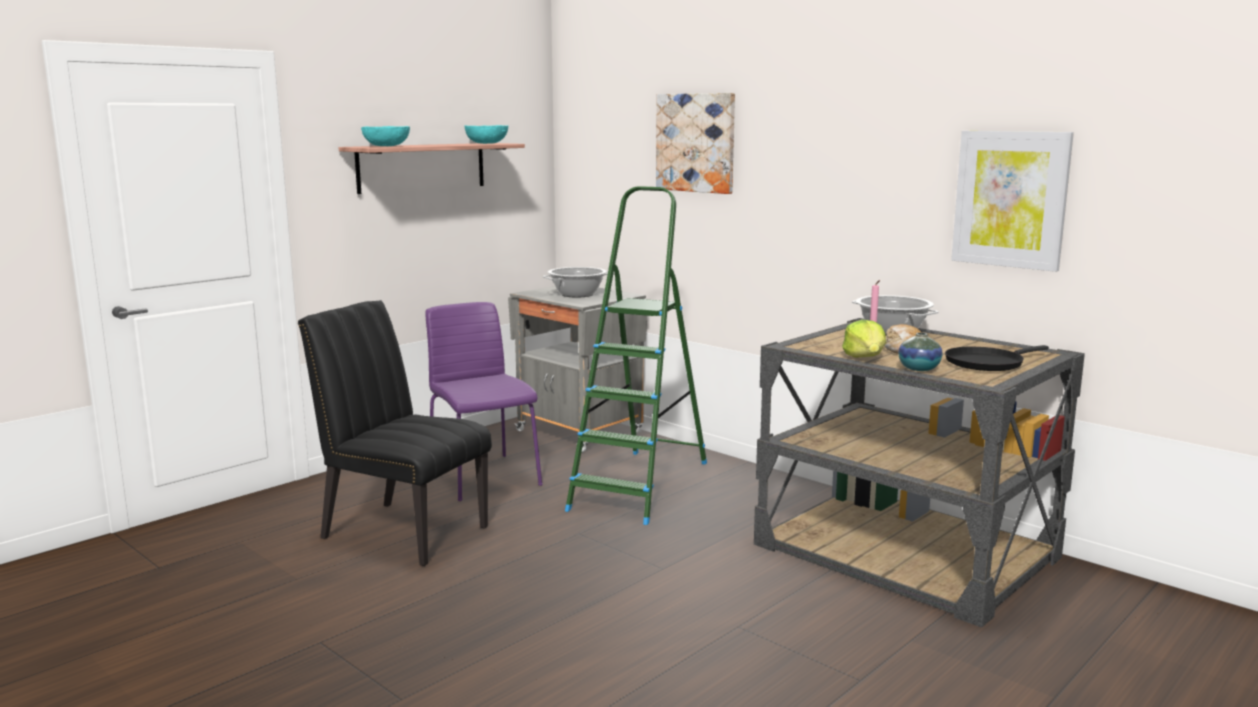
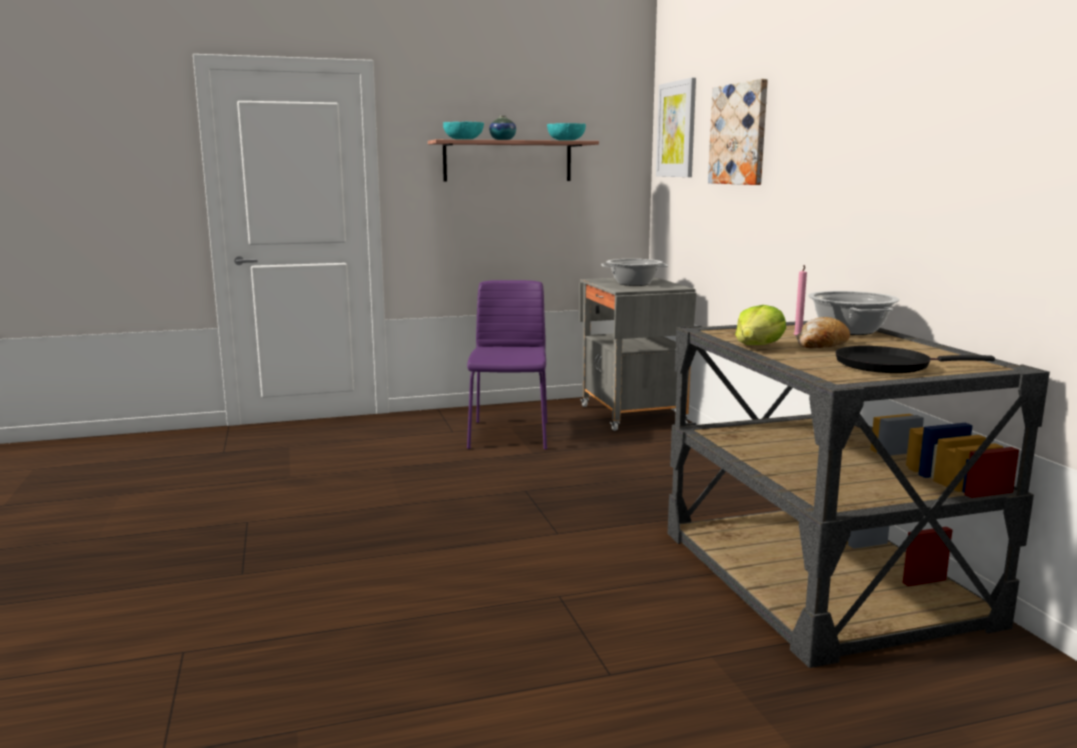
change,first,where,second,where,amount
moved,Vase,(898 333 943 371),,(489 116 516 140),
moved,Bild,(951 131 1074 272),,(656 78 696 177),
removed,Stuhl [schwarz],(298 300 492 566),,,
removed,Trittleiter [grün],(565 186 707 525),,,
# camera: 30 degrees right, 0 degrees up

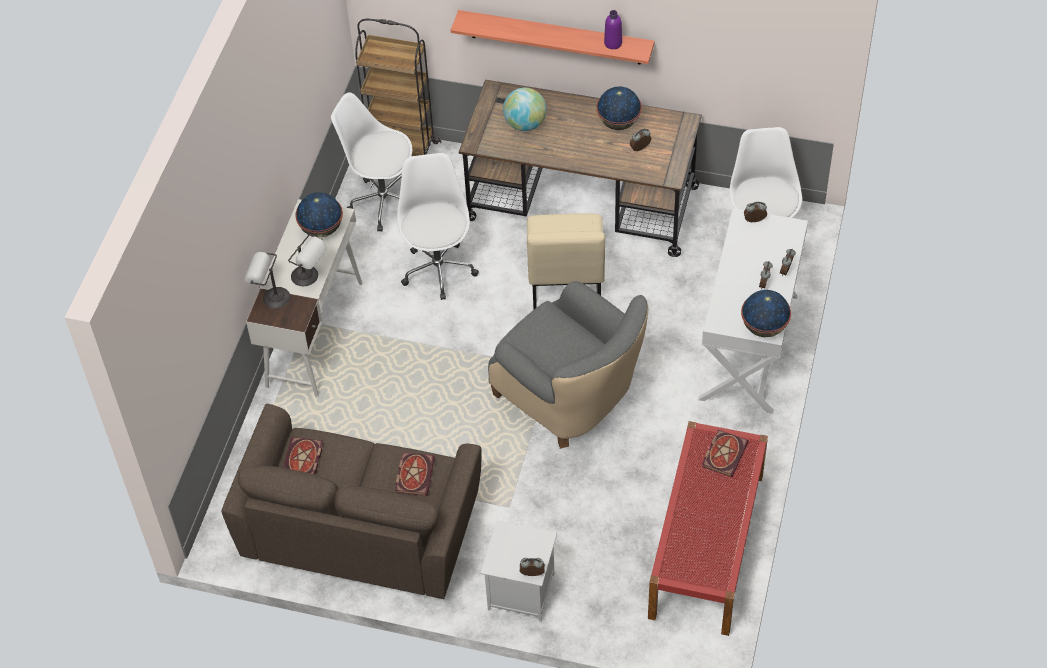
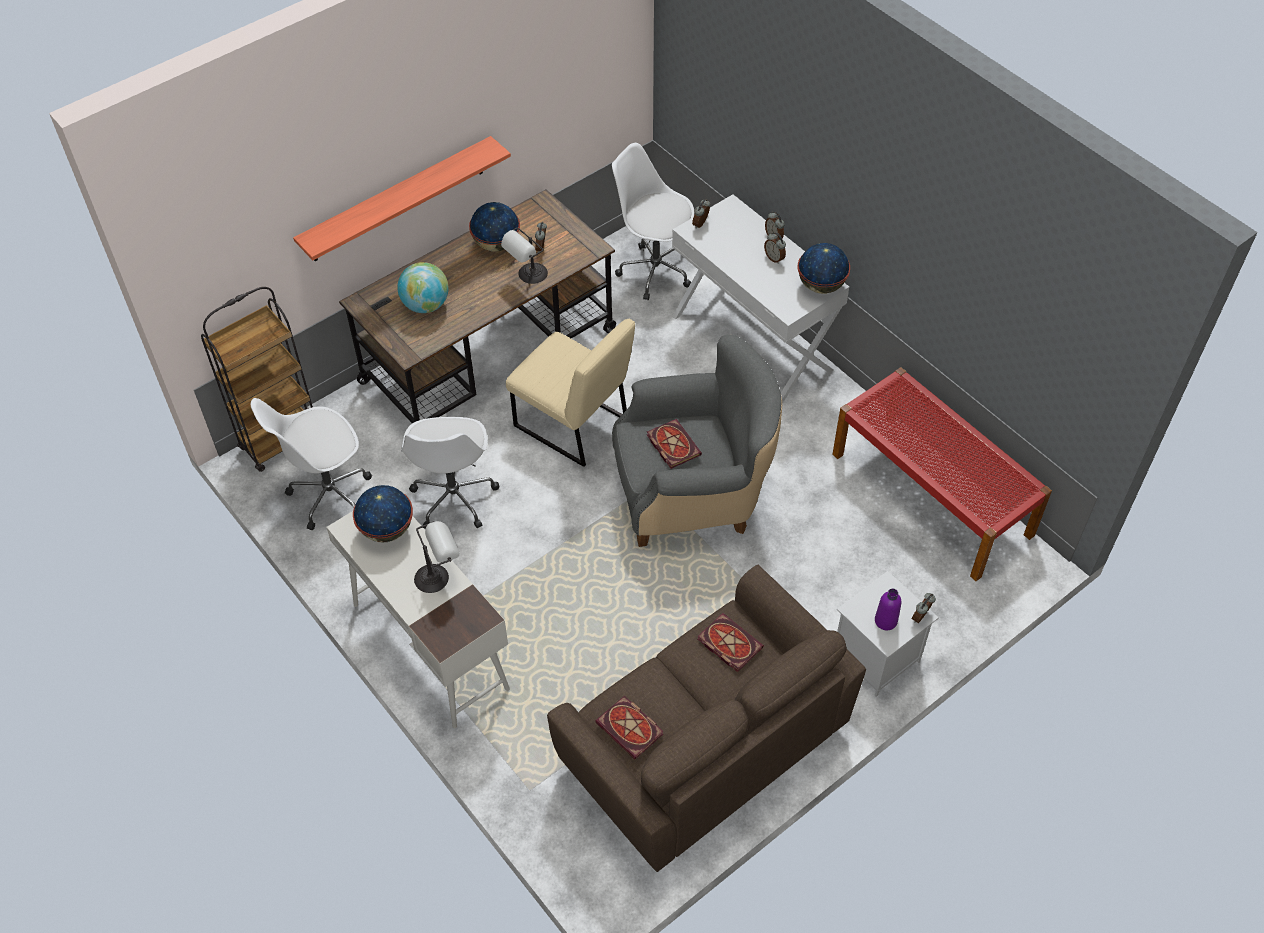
change,first,where,second,where,amount
turned,Bürostuhl [weiß],(397 153 479 300),,(401 417 500 529),120 degrees counterclockwise
moved,Tischlampe,(244 252 290 309),,(501 228 548 284),
moved,Buch,(702 430 749 477),,(647 419 702 469),
moved,Flasche [lila],(604 10 622 49),,(875 589 901 630),
# camera: 55 degrees left, 0 degrees up

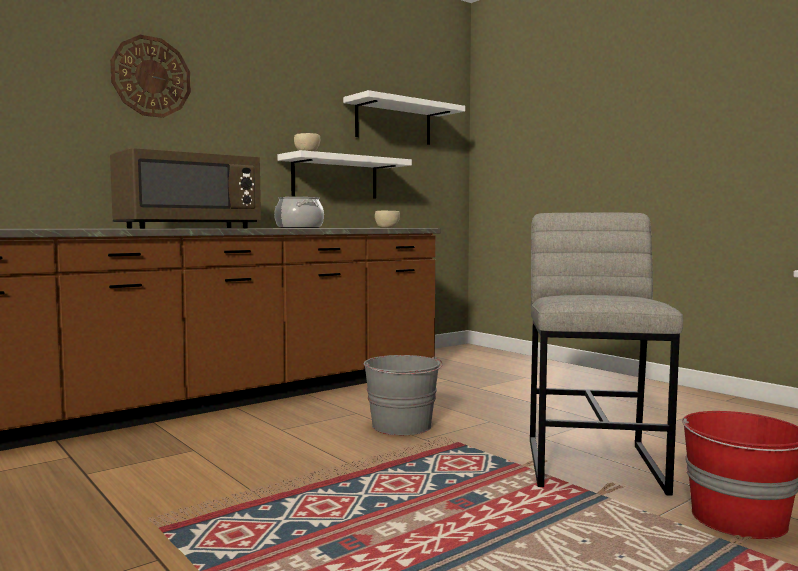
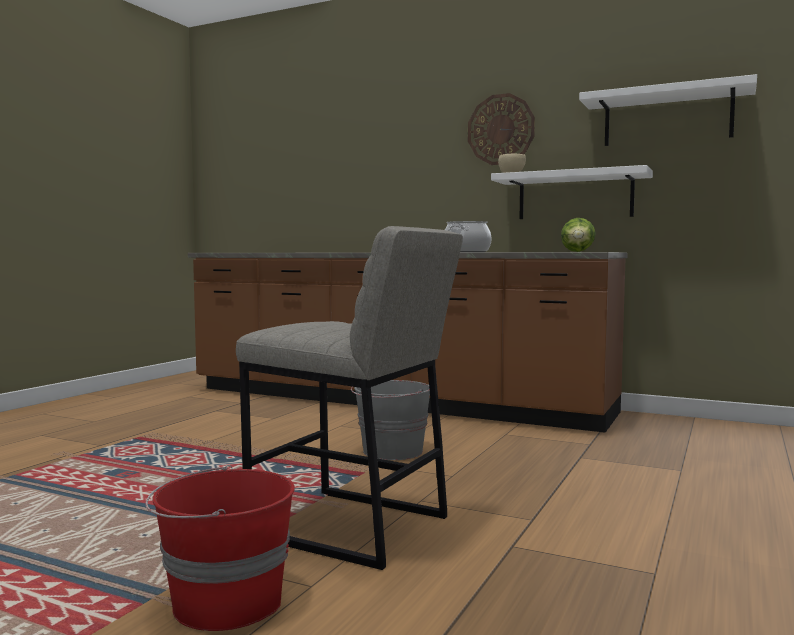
change,first,where,second,where,amount
turned,Stuhl [grau],(530 212 683 496),,(236 226 463 570),45 degrees clockwise
moved,Wanduhr,(110 35 191 118),,(468 93 535 165),
replaced,Schüssel [beige],(375 211 400 228),Salatkopf,(561 218 596 252),
removed,Mikrowelle [braun],(110 148 261 228),,,
# camera: 65 degrees right, 0 degrees up

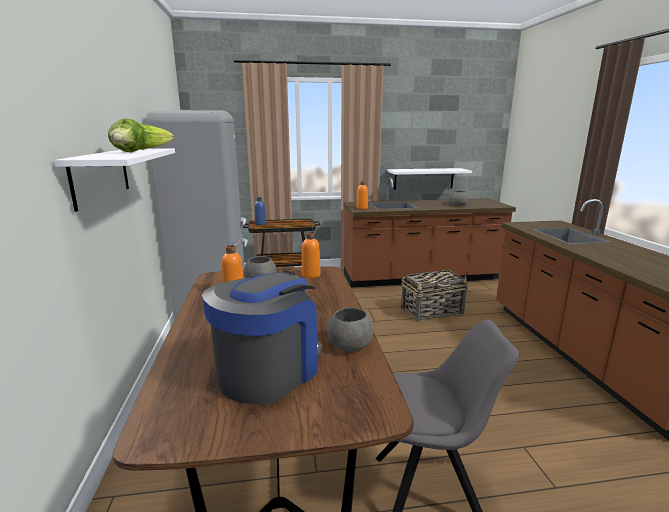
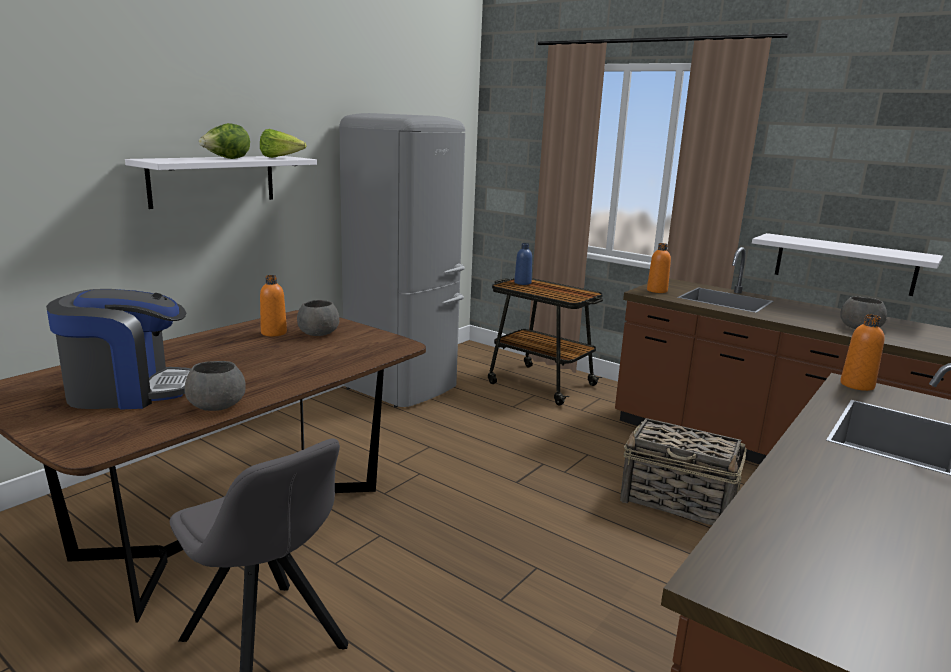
change,first,where,second,where,amount
moved,Flasche [orange],(302 232 321 278),,(840 314 884 391),
# camera: 45 degrees right, 0 degrees up

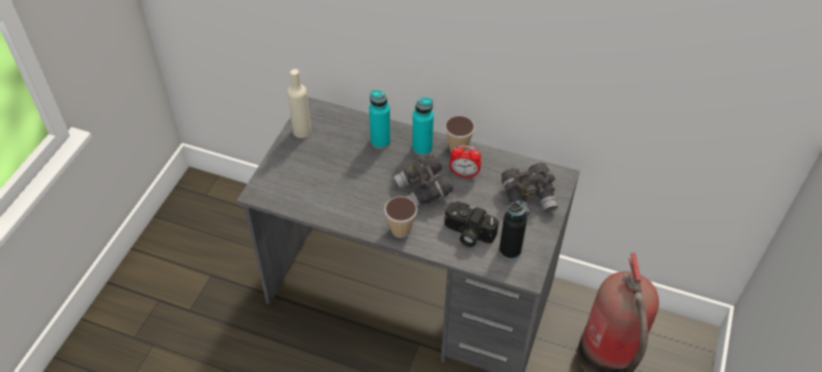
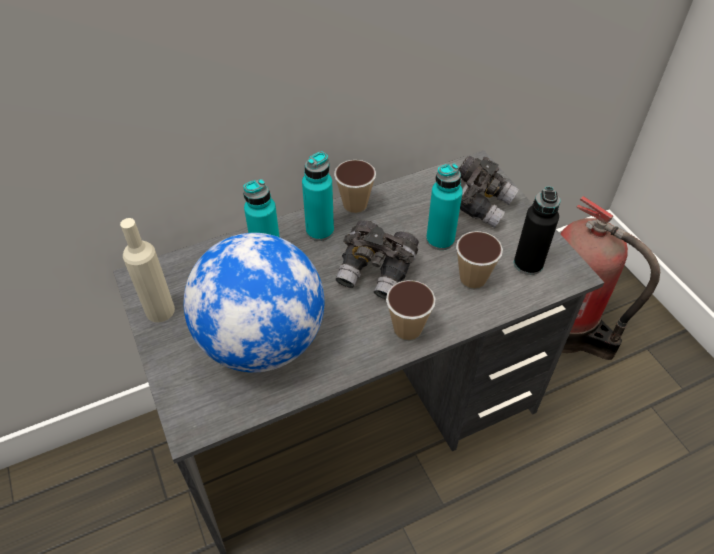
change,first,where,second,where,amount
added,,,Globus,(184 233 324 373),
added,,,Flasche [türkis],(426 163 463 250),
replaced,Kamera,(444 201 499 247),Tasse,(456 231 503 290),
removed,Wecker,(449 145 481 178),,,
# camera: 45 degrees left, 0 degrees up

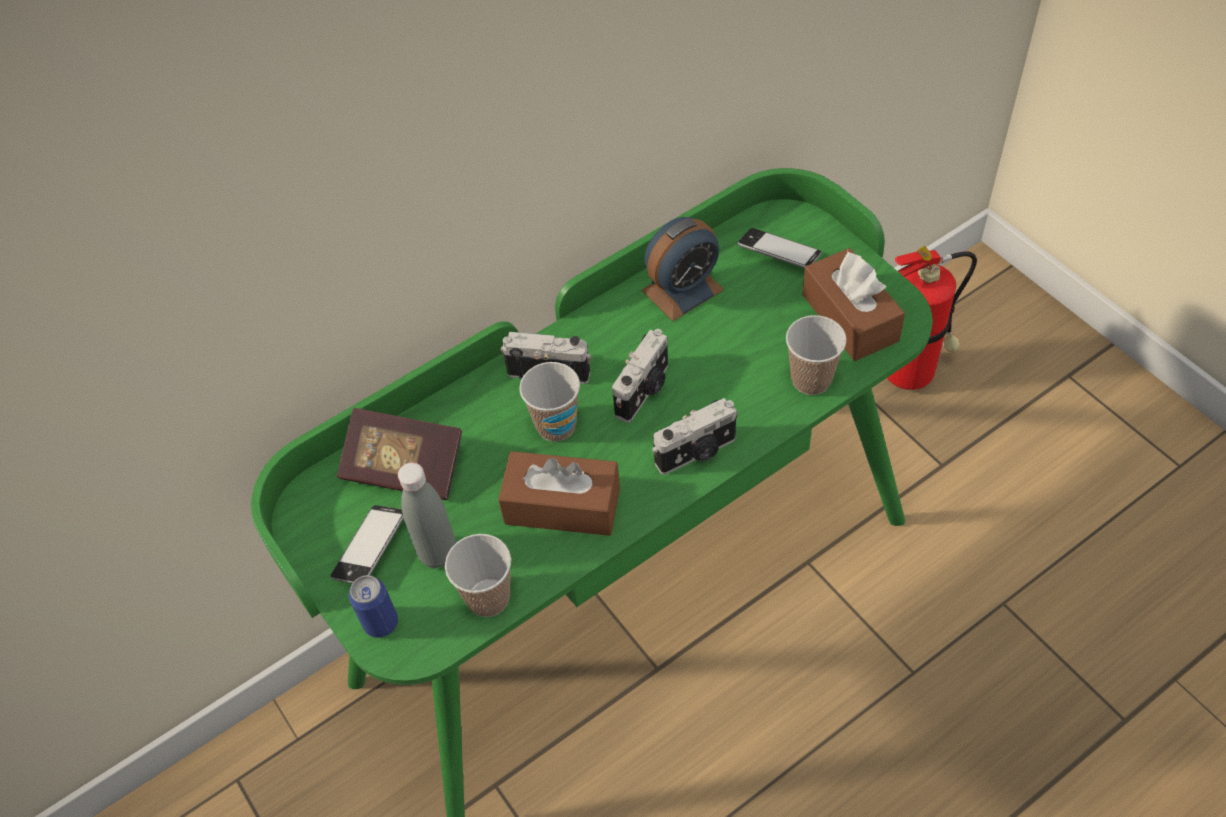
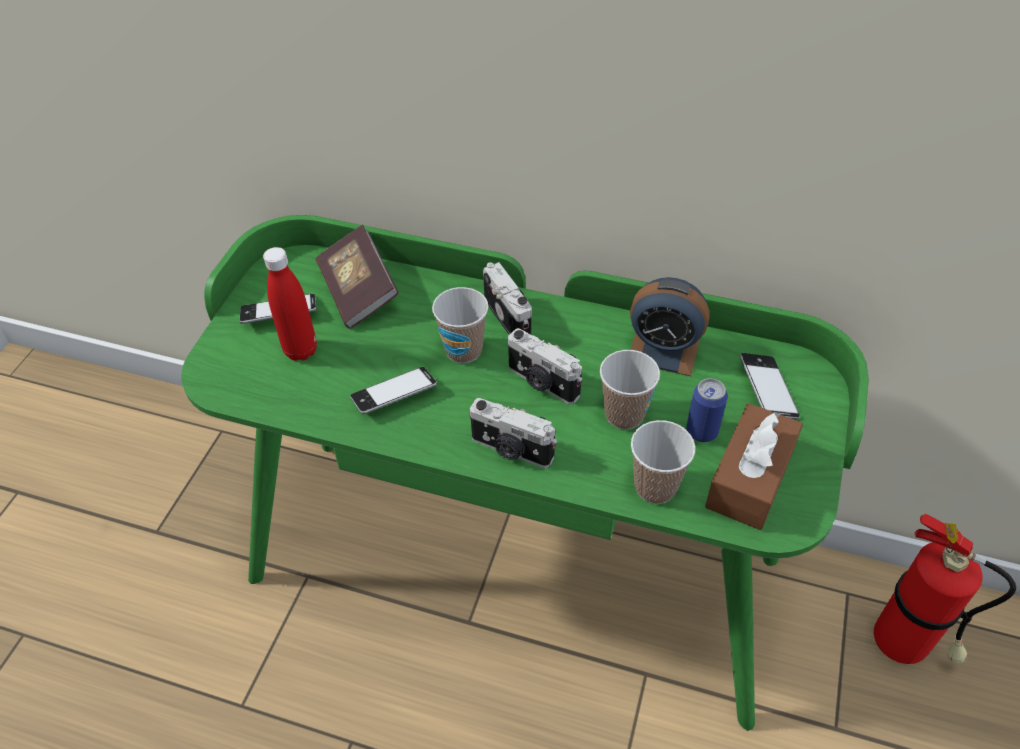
change,first,where,second,where,amount
recoloured,Flasche [grau],(398 462 456 569),Flasche [rot],(263 247 317 361),
replaced,Taschentuchbox [braun],(498 451 620 536),Handy,(350 367 437 414),
turned,Kamera,(612 329 668 423),,(508 328 582 404),45 degrees clockwise
moved,Tasse,(445 534 511 617),,(600 350 660 430),
moved,Dose,(349 575 398 638),,(686 378 728 442),
# camera: 50 degrees right, 5 degrees down

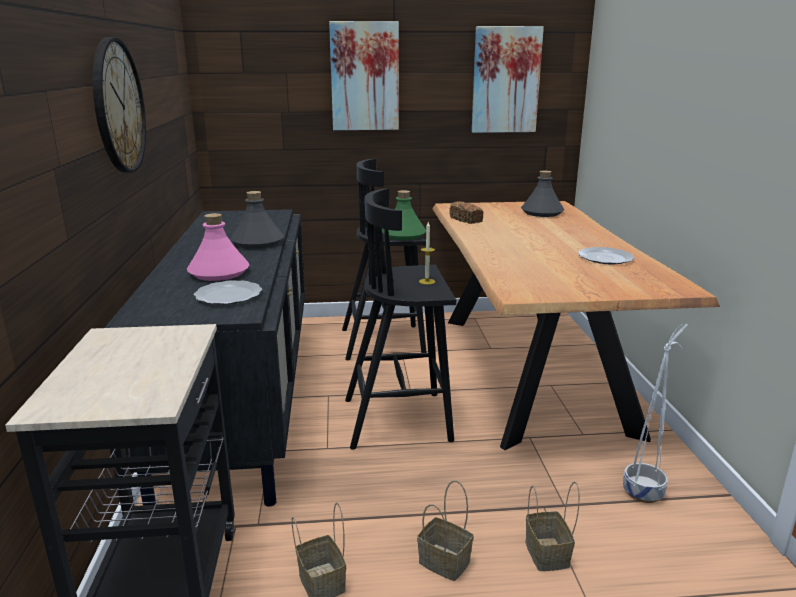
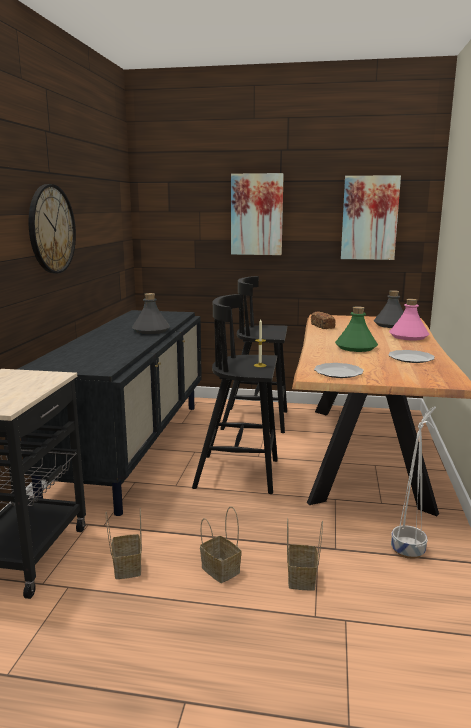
change,first,where,second,where,amount
moved,Teller,(194 280 262 305),,(314 363 364 378),
moved,Flasche [grün],(382 190 426 240),,(335 306 378 352),
moved,Flasche [rosa],(187 213 249 281),,(389 299 429 340),
# camera: 15 degrees right, 5 degrees down

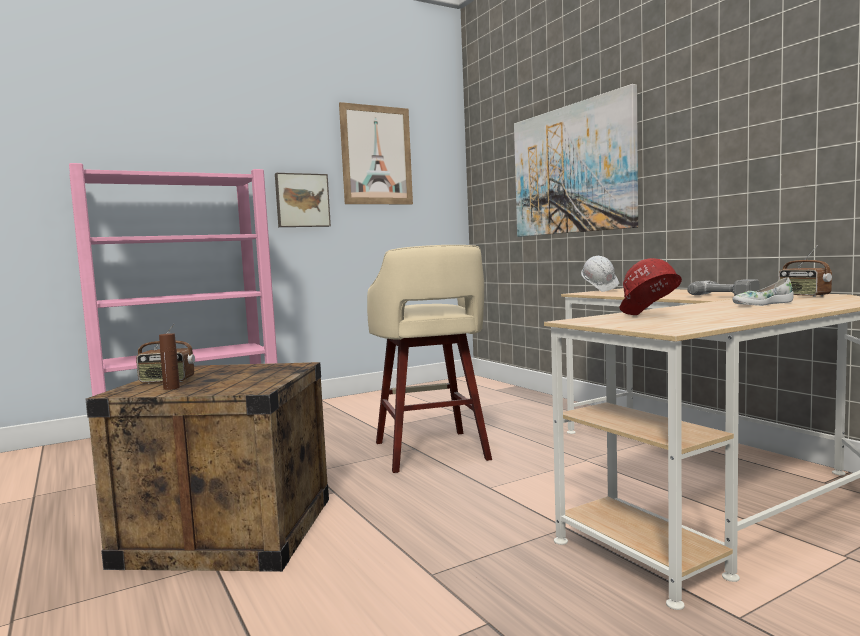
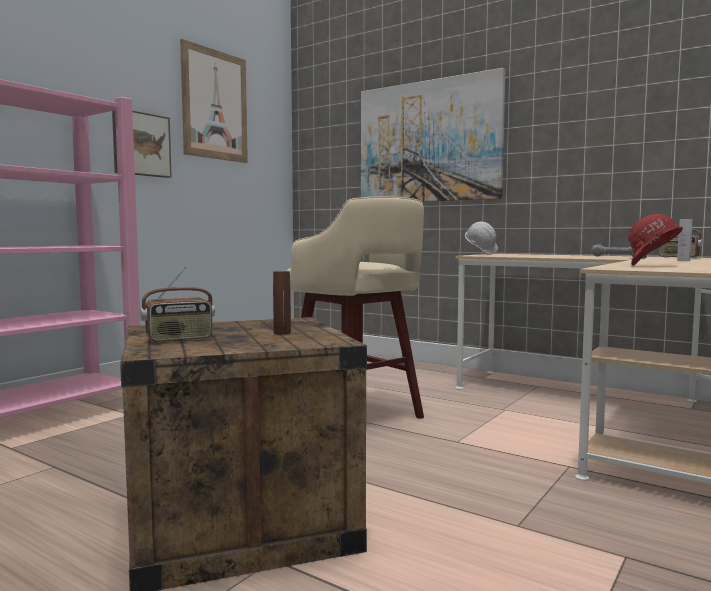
change,first,where,second,where,amount
moved,Flasche [braun],(159 333 180 390),,(273 271 291 334),
replaced,Schuh [weiß],(732 278 794 306),Flasche [weiß],(677 219 692 261),
# camera: 25 degrees left, 0 degrees up

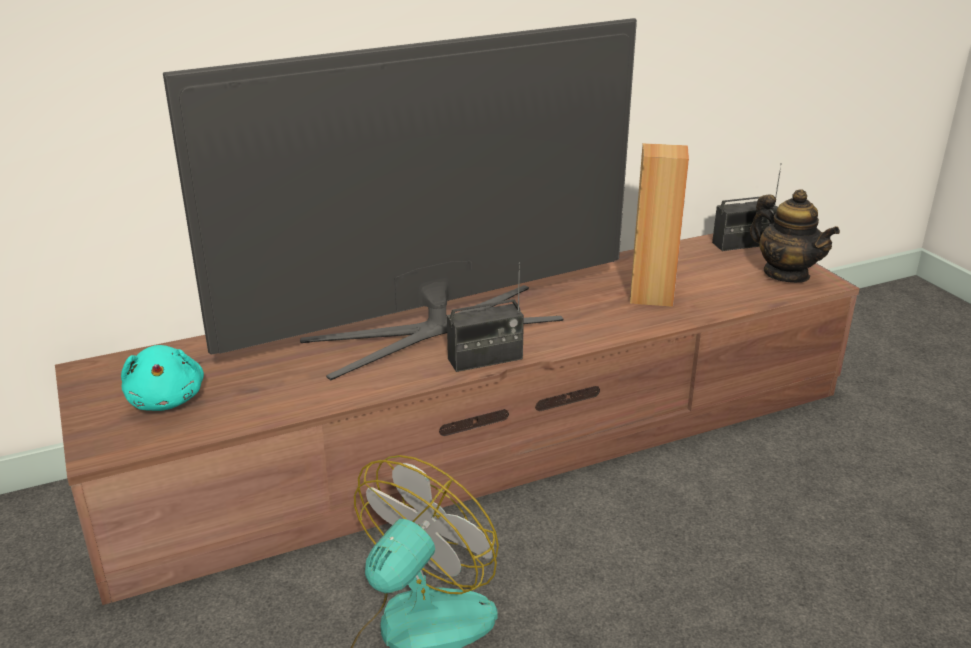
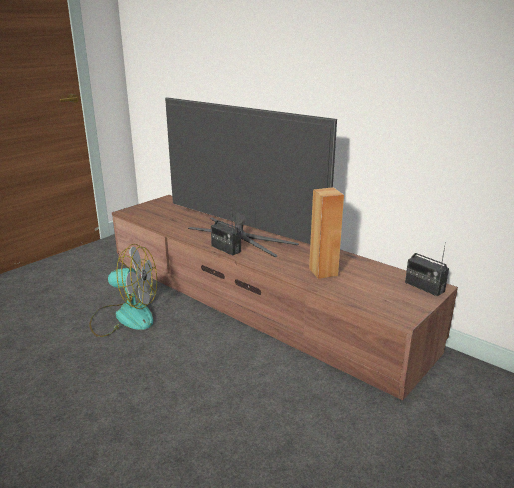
change,first,where,second,where,amount
removed,Plüschtier [türkis],(121 345 204 411),,,
removed,Teekanne,(750 189 840 283),,,
# camera: 65 degrees right, 5 degrees down

